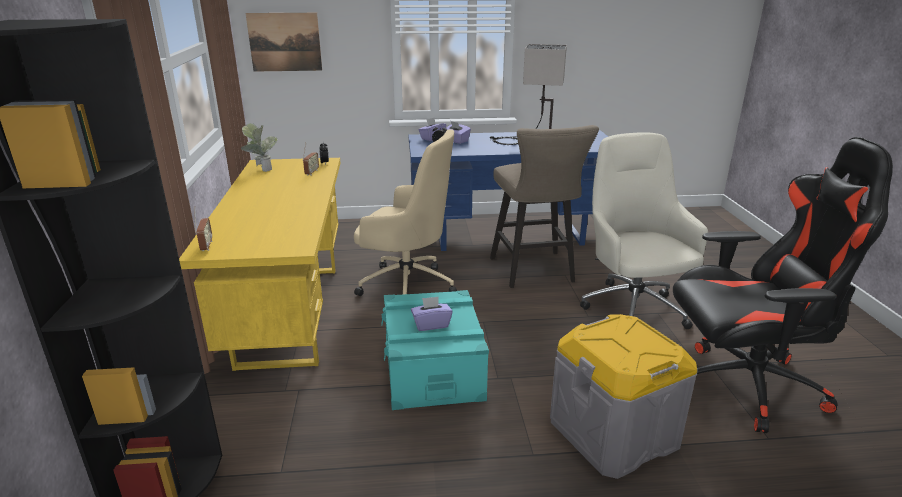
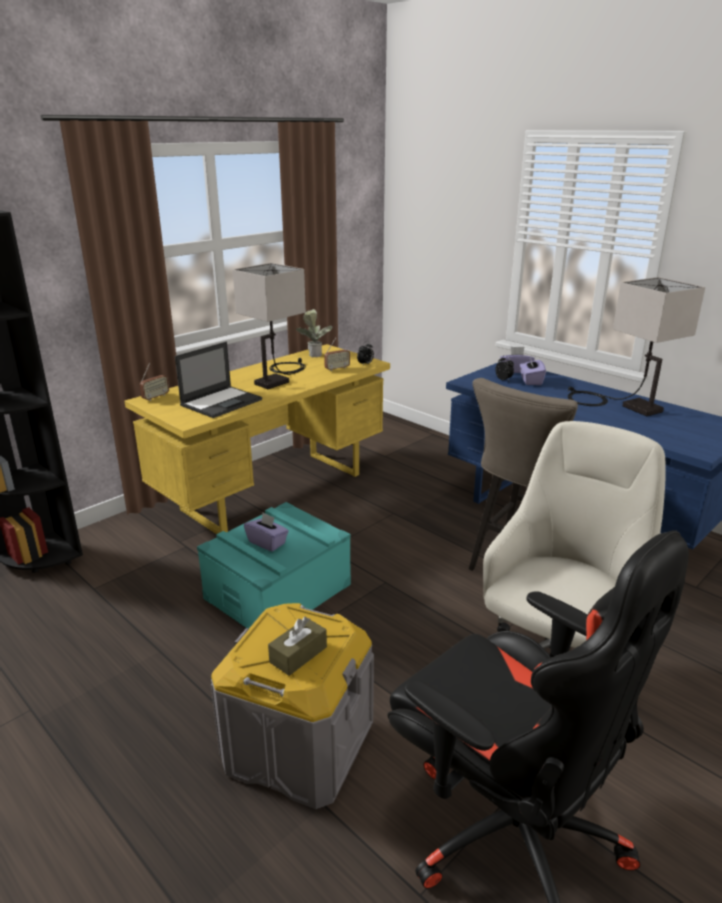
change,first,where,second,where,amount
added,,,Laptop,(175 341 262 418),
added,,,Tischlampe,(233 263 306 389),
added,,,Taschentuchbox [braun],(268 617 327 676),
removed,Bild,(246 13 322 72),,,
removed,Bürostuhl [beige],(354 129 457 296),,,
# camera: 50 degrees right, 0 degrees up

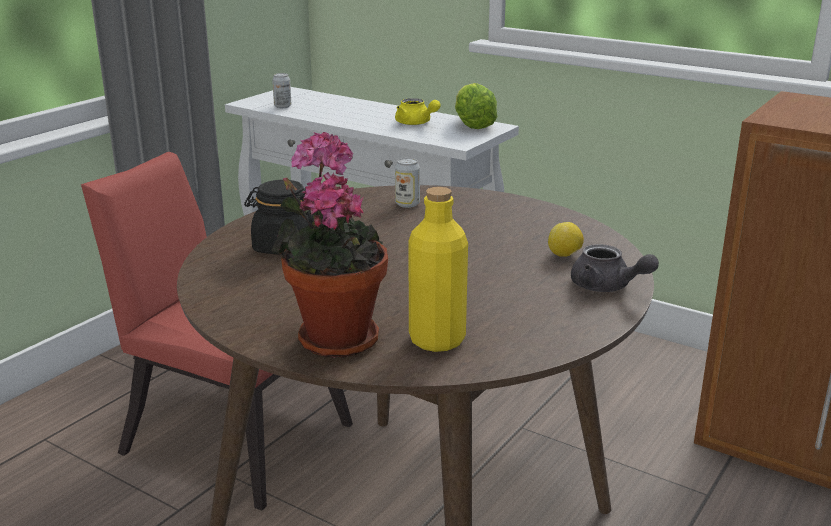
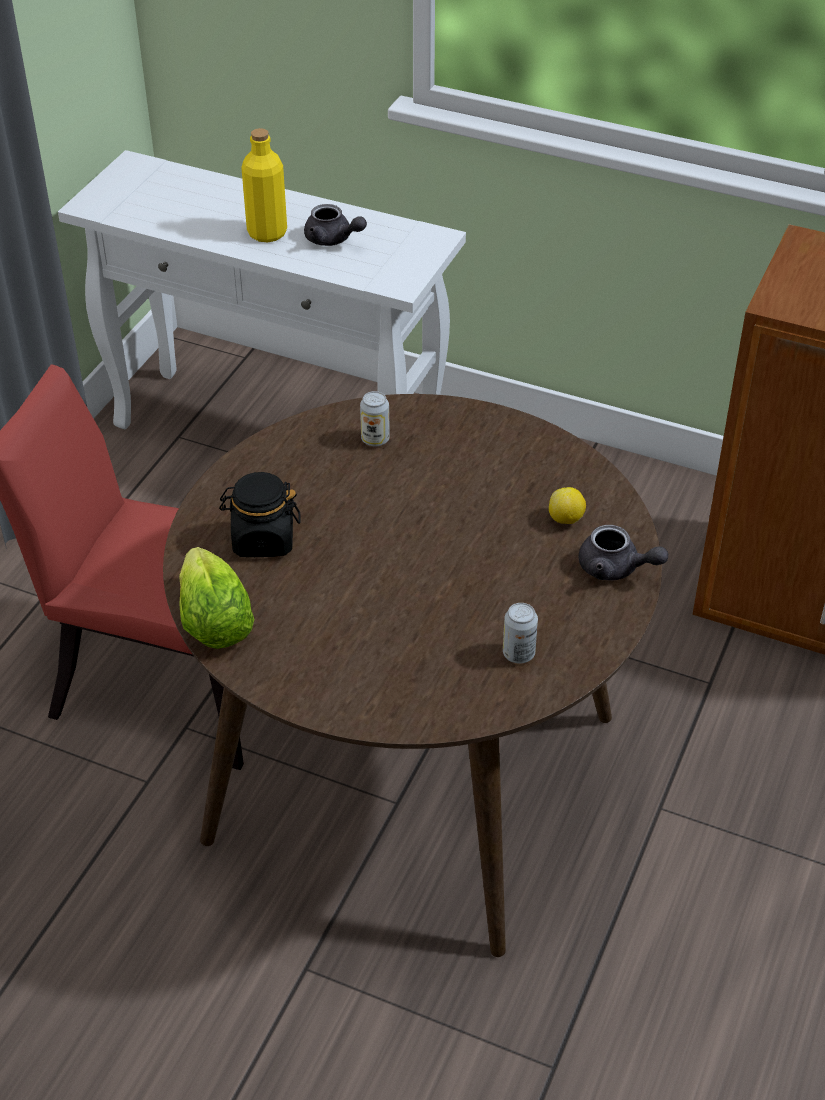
change,first,where,second,where,amount
moved,Salatkopf,(455 83 497 129),,(179 547 254 649),
moved,Flasche [gelb],(408 187 468 352),,(241 128 287 243),
recoloured,Teekanne [gelb],(395 98 441 125),Teekanne [grau],(304 204 367 246),
moved,Dose,(272 73 291 108),,(503 603 538 664),
removed,Topfpflanze,(272 132 388 358),,,
# camera: 10 degrees left, 20 degrees up

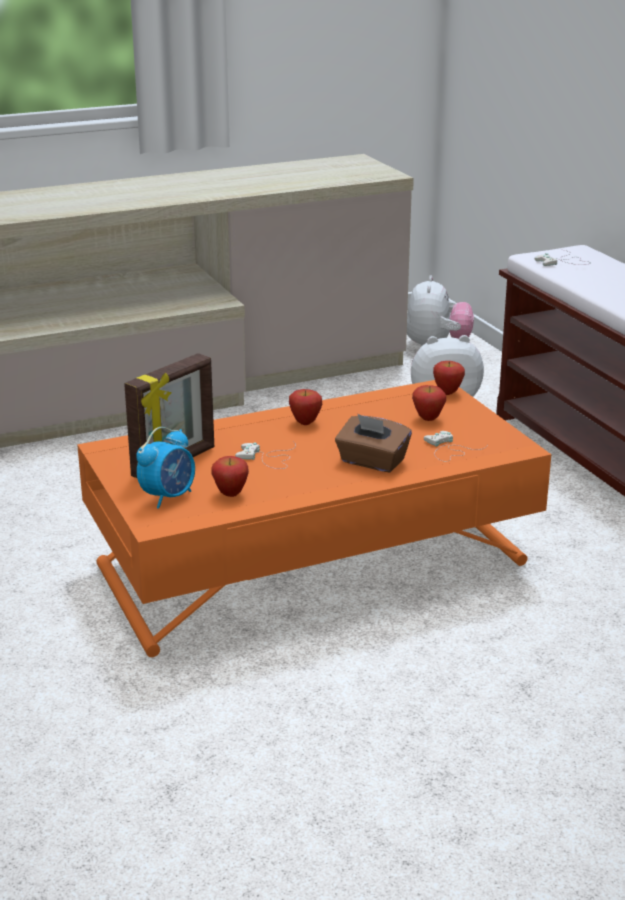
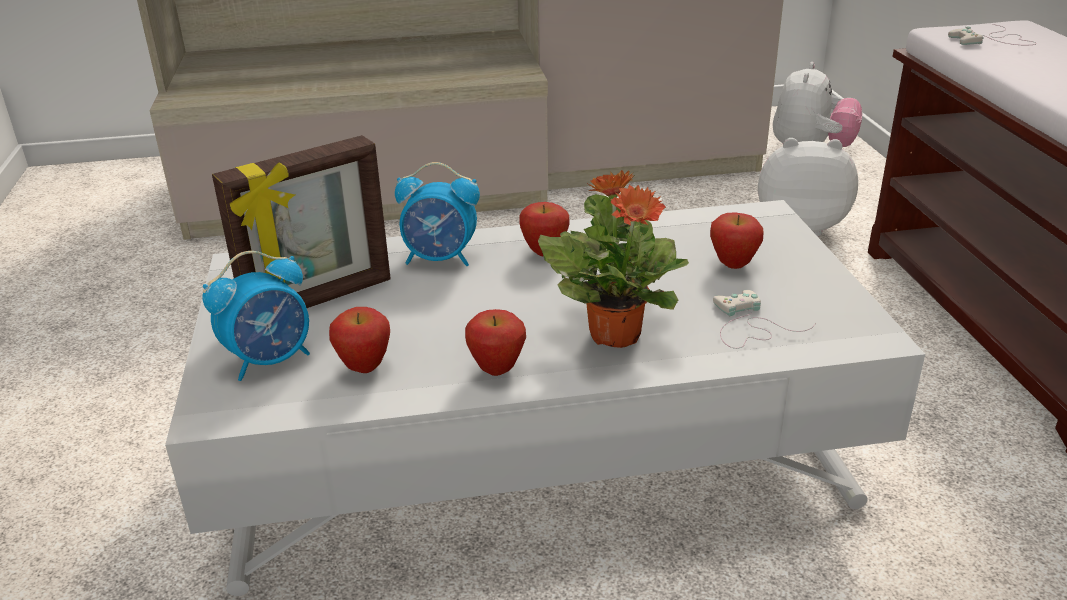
change,first,where,second,where,amount
recoloured,Couchtisch [orange],(77 380 552 657),Couchtisch [weiß],(165 200 925 596),
added,,,Wecker,(395 162 480 266),
moved,Apfel,(433 361 465 395),,(465 309 526 376),
replaced,Taschentuchbox [braun],(335 414 412 473),Topfpflanze,(538 170 689 348),
removed,Gamepad [weiß],(235 441 296 469),,,
# camera: 15 degrees right, 5 degrees up

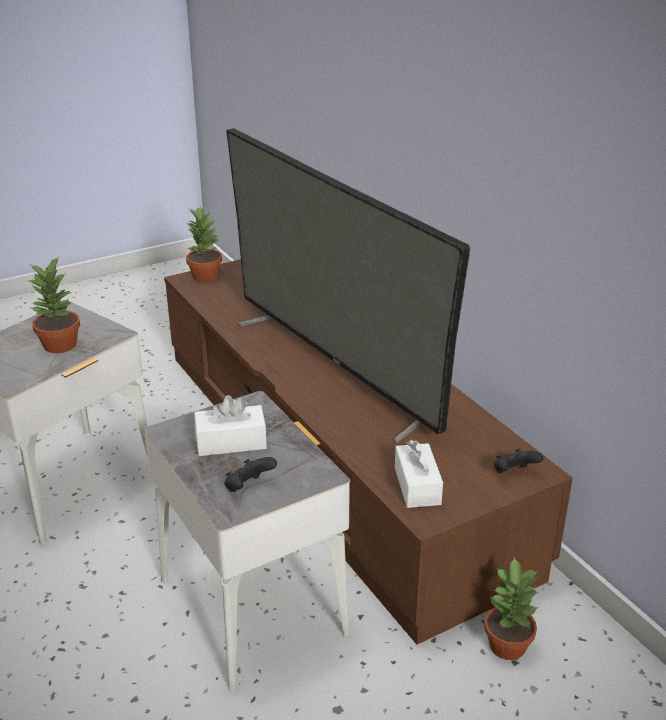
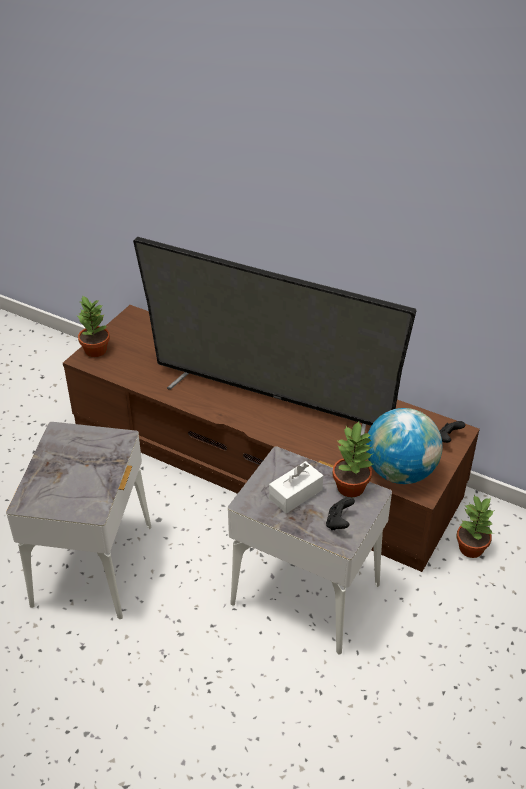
change,first,where,second,where,amount
moved,Topfpflanze,(27 256 80 353),,(332 422 373 497),
replaced,Taschentuchbox [weiß],(395 440 443 508),Globus,(366 408 443 484),
# camera: 30 degrees left, 10 degrees up

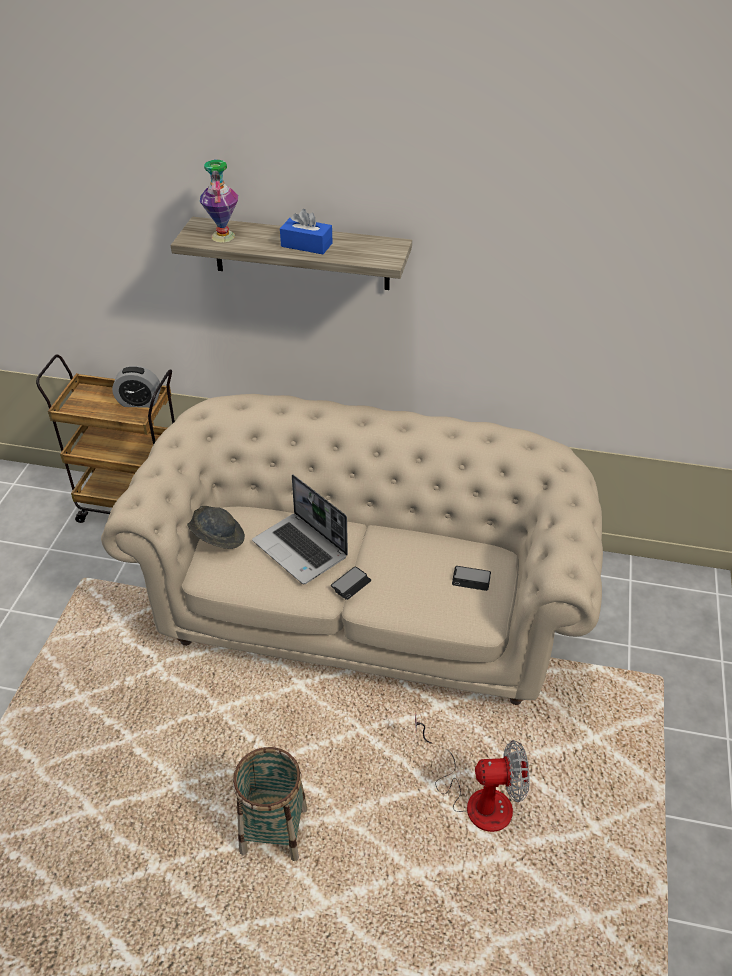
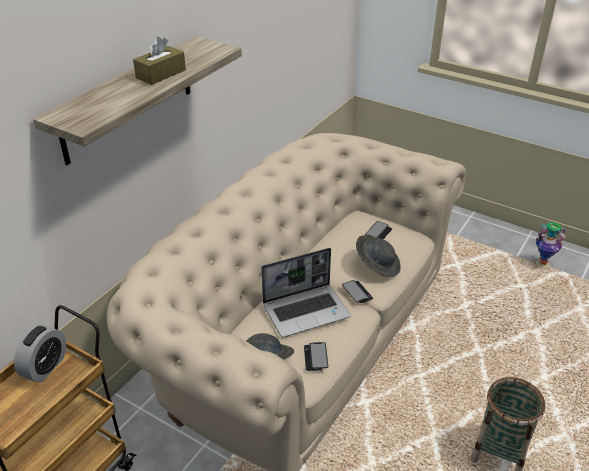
change,first,where,second,where,amount
recoloured,Taschentuchbox [blau],(280 209 333 254),Taschentuchbox [braun],(133 37 186 85),
added,,,Handy,(304 342 328 371),
added,,,Hut [grau],(356 235 401 277),
moved,Vase,(200 159 238 243),,(535 222 566 268),
removed,Ventilator,(415 713 530 832),,,
# camera: 70 degrees left, 5 degrees down

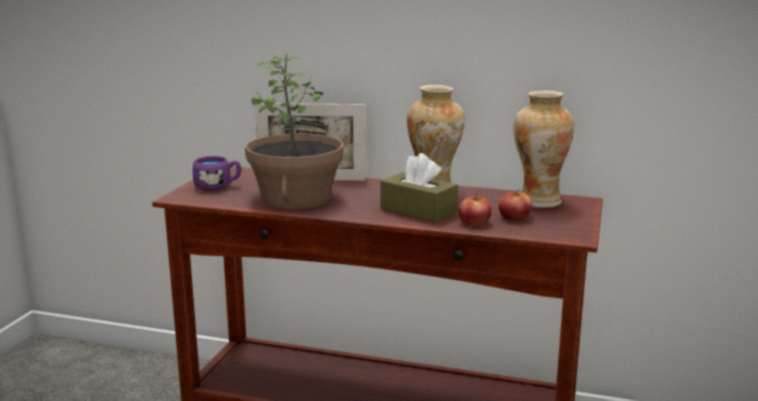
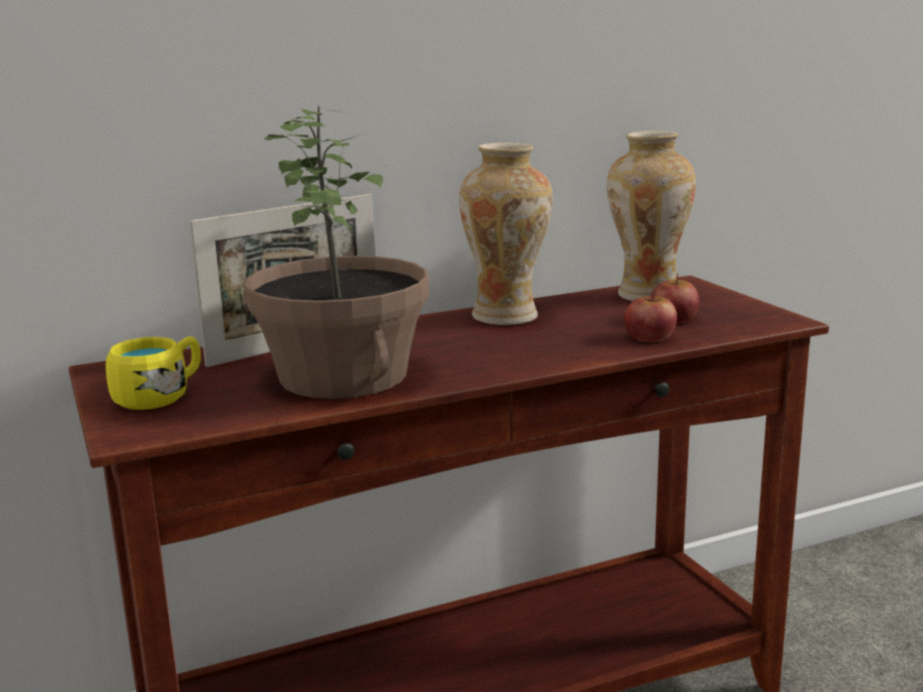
change,first,where,second,where,amount
recoloured,Henkelbecher [lila],(193 156 241 191),Henkelbecher [gelb],(106 336 201 410),
removed,Taschentuchbox [braun],(380 153 458 223),,,
# camera: 40 degrees left, 0 degrees up

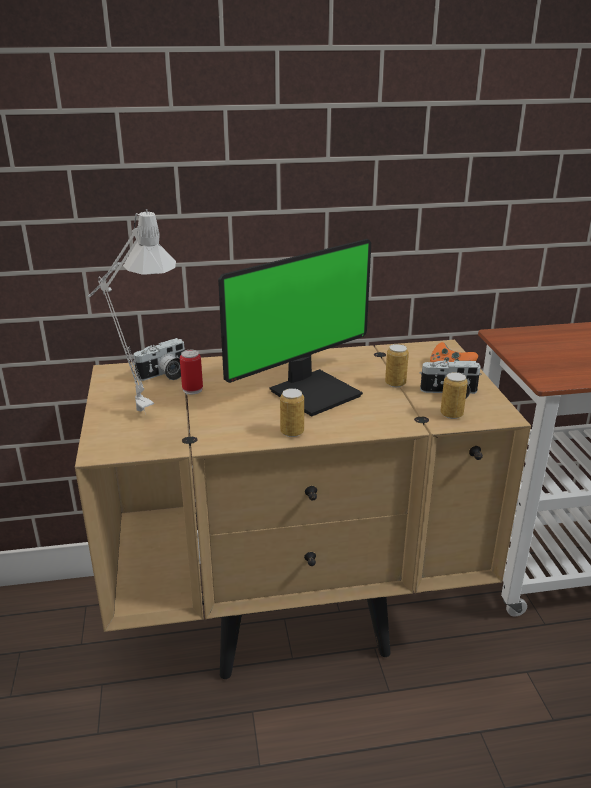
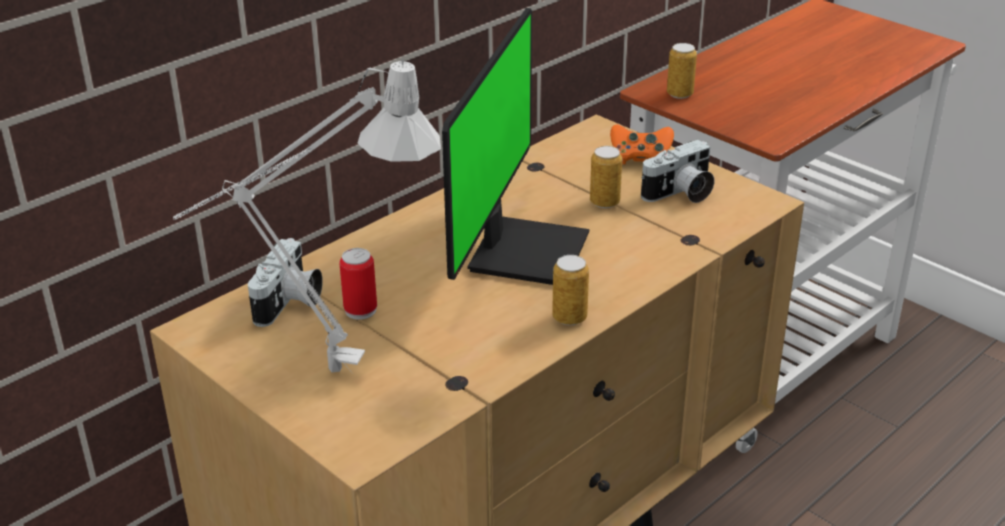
change,first,where,second,where,amount
moved,Dose,(441 372 468 419),,(667 43 697 99),
# camera: 35 degrees left, 5 degrees up

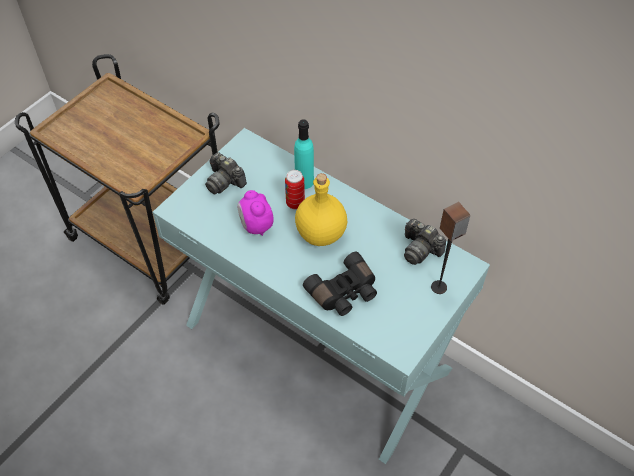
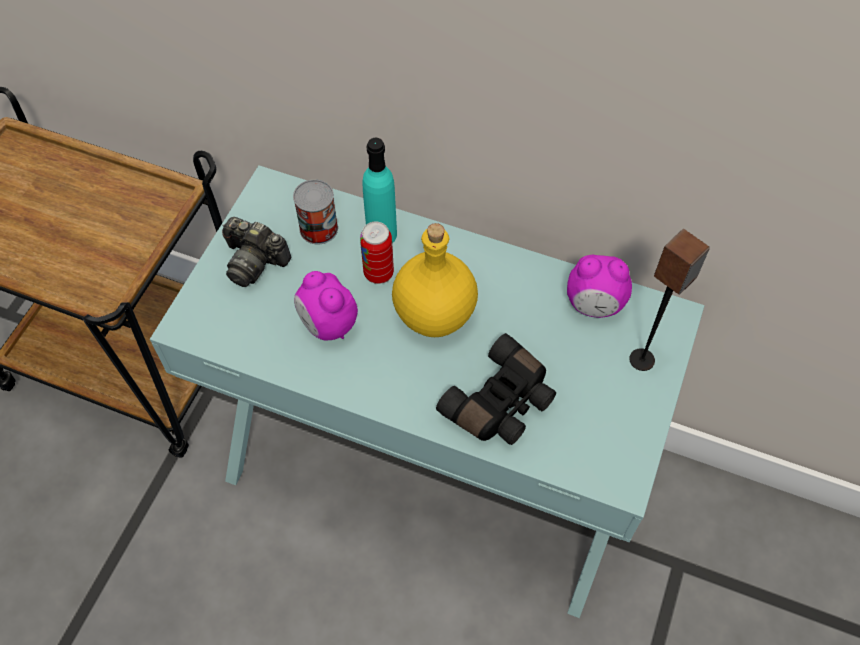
change,first,where,second,where,amount
added,,,Dose,(293 179 338 244),
replaced,Kamera,(404 219 446 265),Wecker,(567 255 632 318),
# camera: 15 degrees left, 5 degrees up

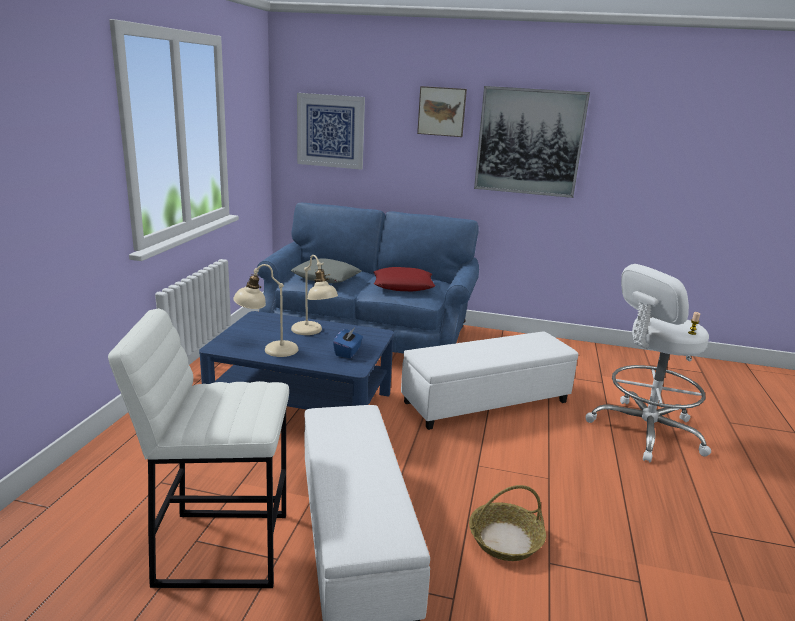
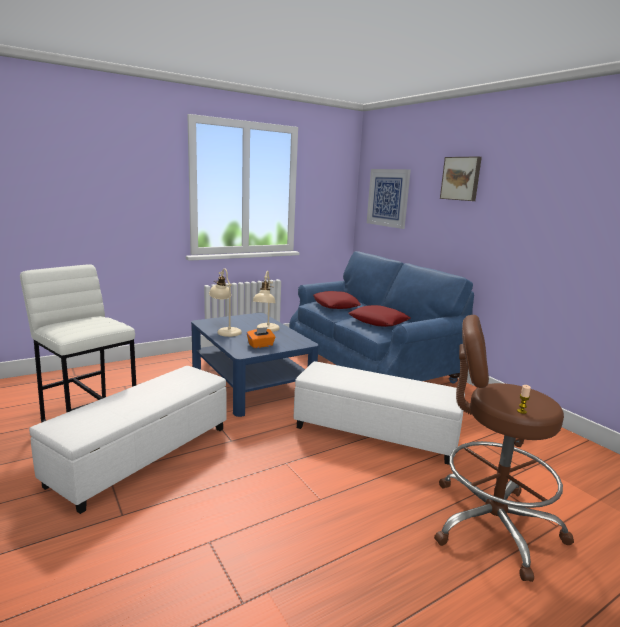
change,first,where,second,where,amount
recoloured,Taschentuchbox [blau],(333 328 363 358),Taschentuchbox [orange],(247 327 276 348),
recoloured,Kissen [grau],(290 259 361 283),Kissen [rot],(313 291 361 309),
recoloured,Hocker [weiß],(585 264 711 462),Hocker [braun],(434 315 574 582),
removed,Korb,(469 485 546 561),,,
removed,Bild,(474 86 590 198),,,
# camera: 45 degrees right, 5 degrees down

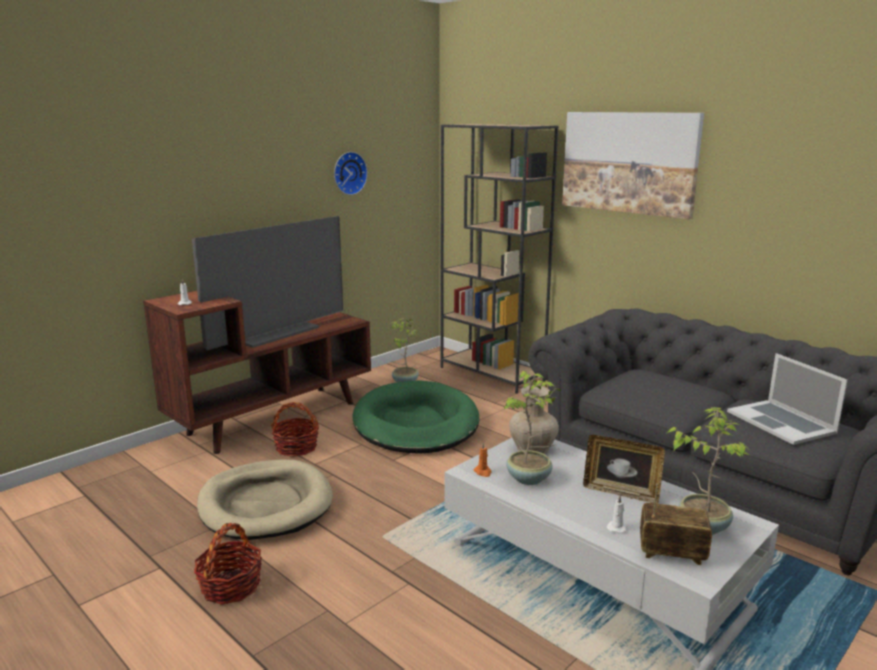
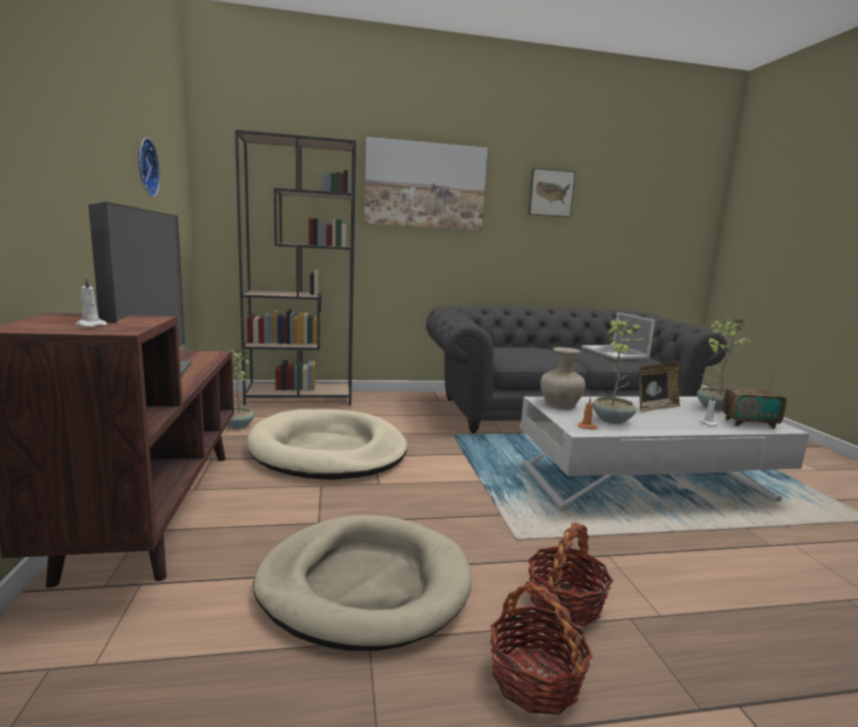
change,first,where,second,where,amount
recoloured,Hundebett [grün],(352 380 479 454),Hundebett [beige],(247 409 407 480),
added,,,Bild,(528 168 576 217),
moved,Korb,(271 402 319 457),,(528 523 613 626),
turned,Laptop,(727 353 848 445),,(581 312 655 359),60 degrees clockwise
turned,Radio,(640 483 712 565),,(722 365 787 429),135 degrees counterclockwise
# camera: 55 degrees left, 5 degrees down

